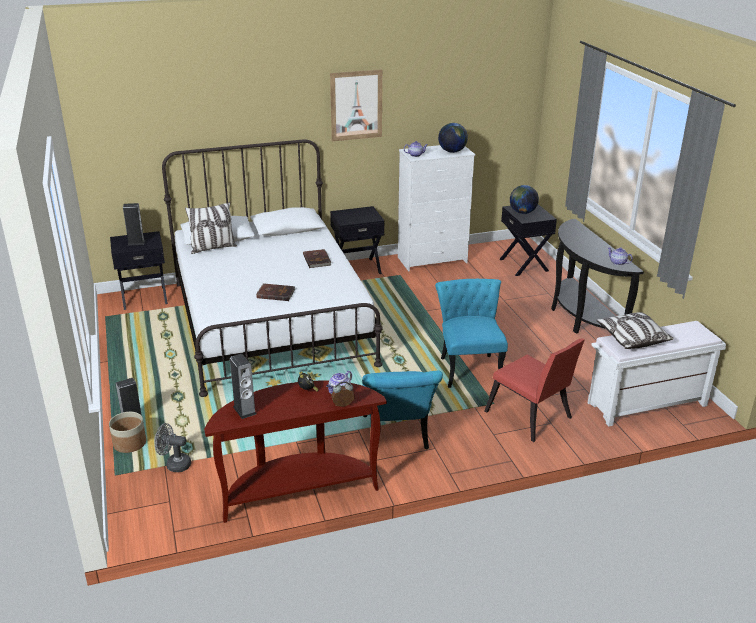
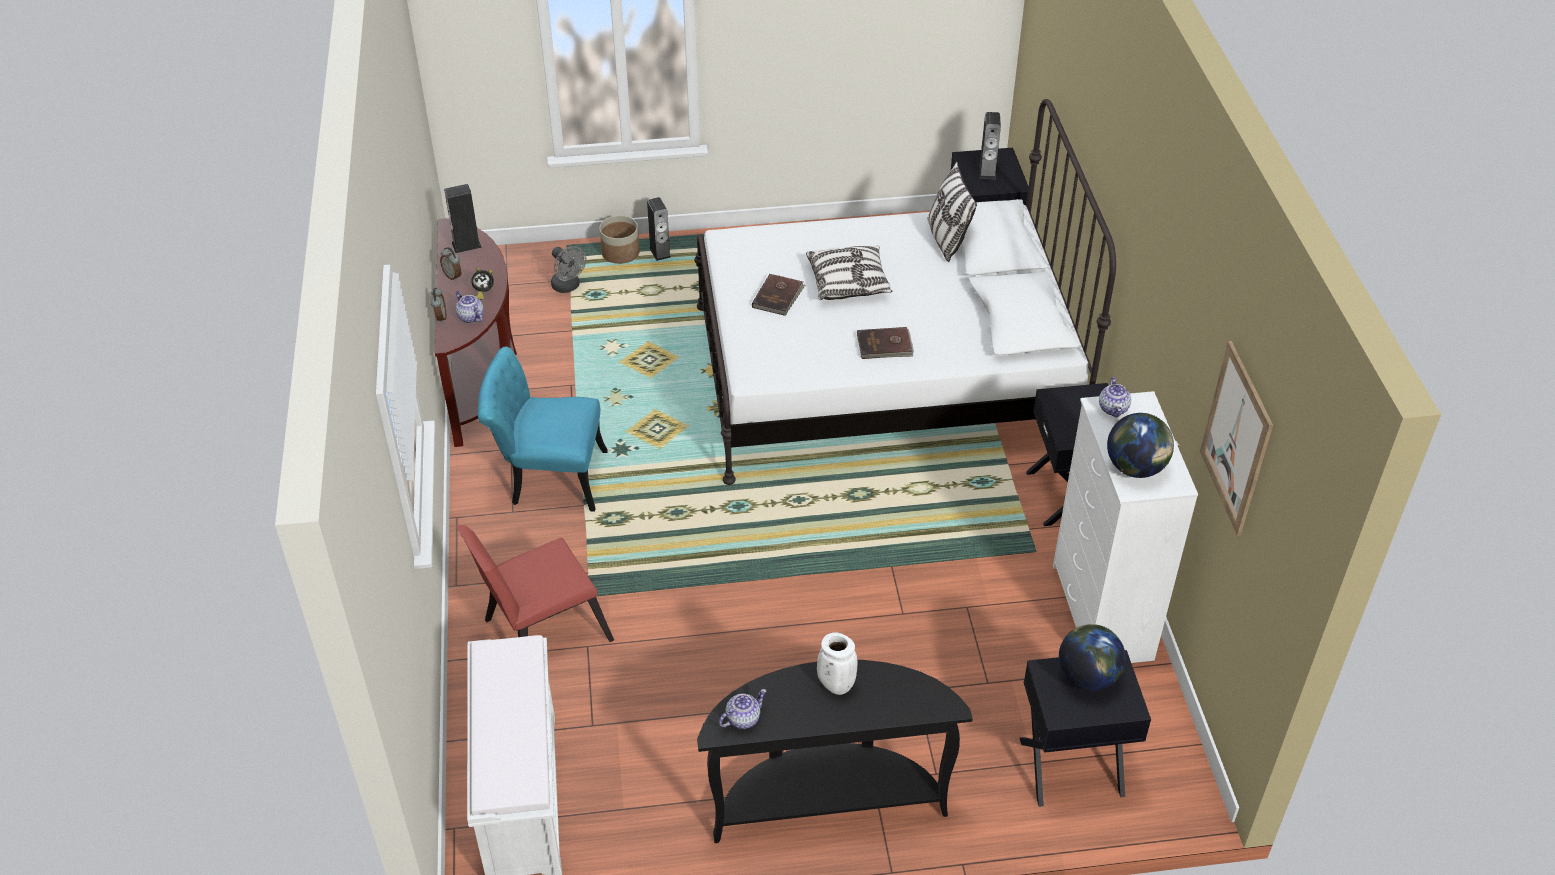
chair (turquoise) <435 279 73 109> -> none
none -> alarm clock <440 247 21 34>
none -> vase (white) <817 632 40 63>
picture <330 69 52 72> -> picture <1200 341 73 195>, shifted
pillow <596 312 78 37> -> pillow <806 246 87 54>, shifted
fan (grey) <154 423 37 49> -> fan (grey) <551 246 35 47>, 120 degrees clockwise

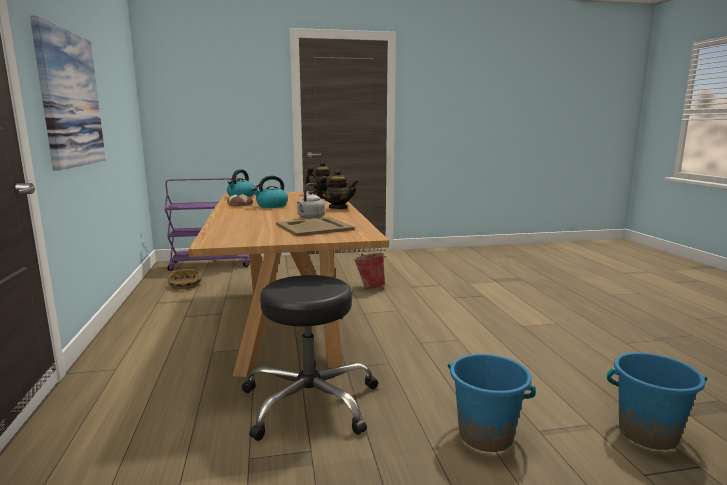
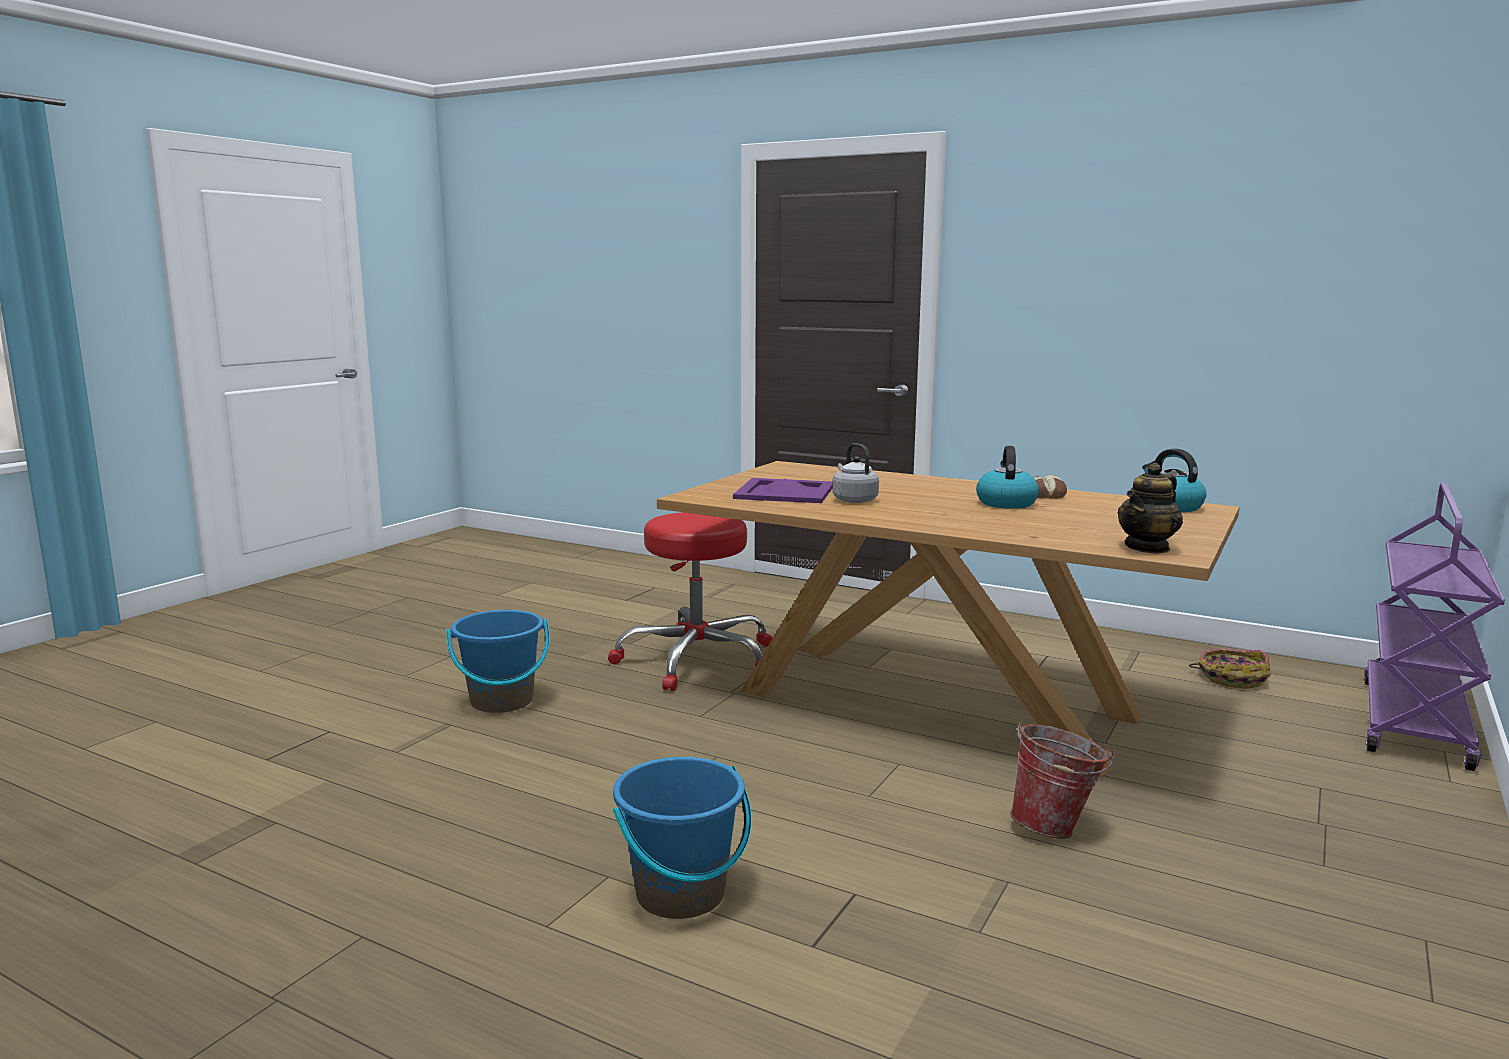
picture <30 15 76 156> -> none
teapot <317 169 41 40> -> none
bucket (blue) <607 352 101 98> -> bucket (blue) <613 757 139 162>, shifted
stool (black) <242 275 136 166> -> stool (red) <608 512 165 179>
tray (beige) <276 217 79 20> -> tray (purple) <733 478 100 25>

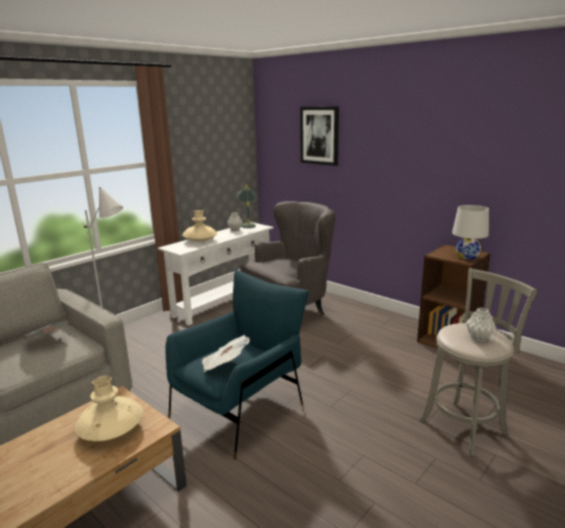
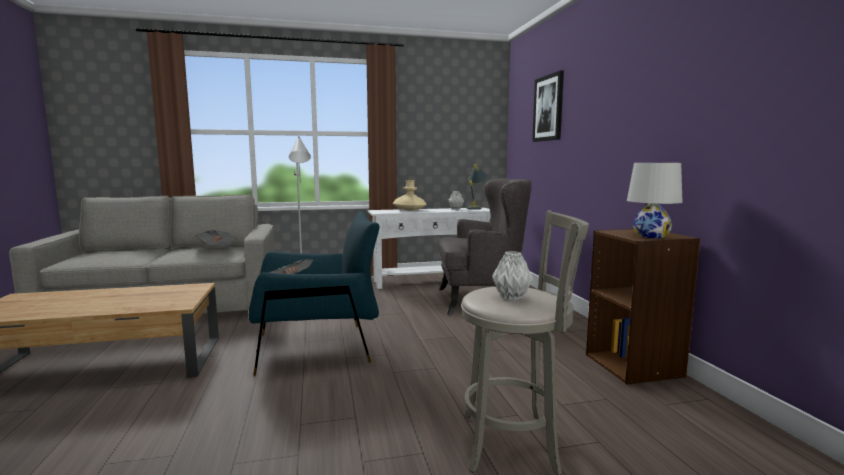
vase (beige) <75 376 68 65> -> none

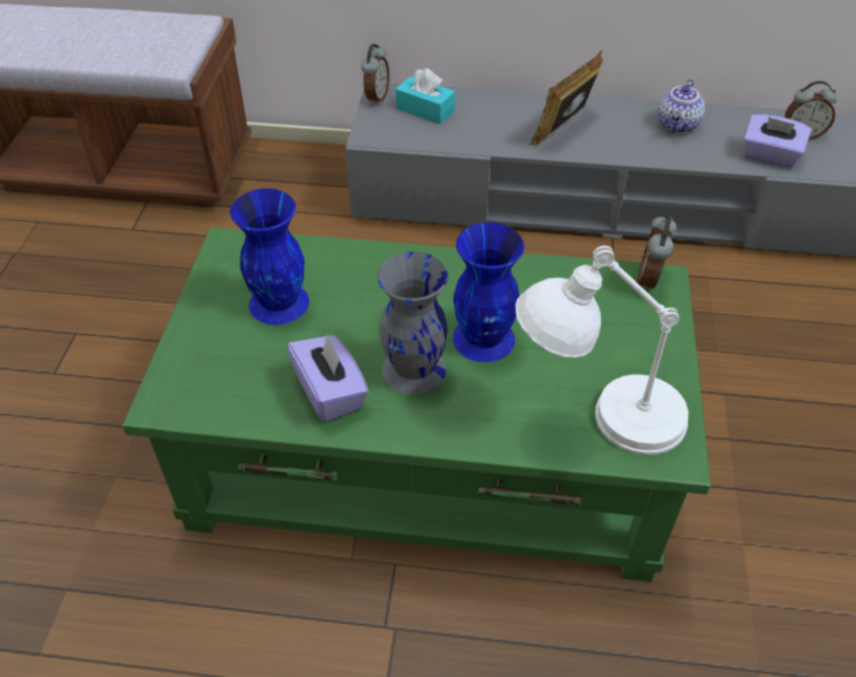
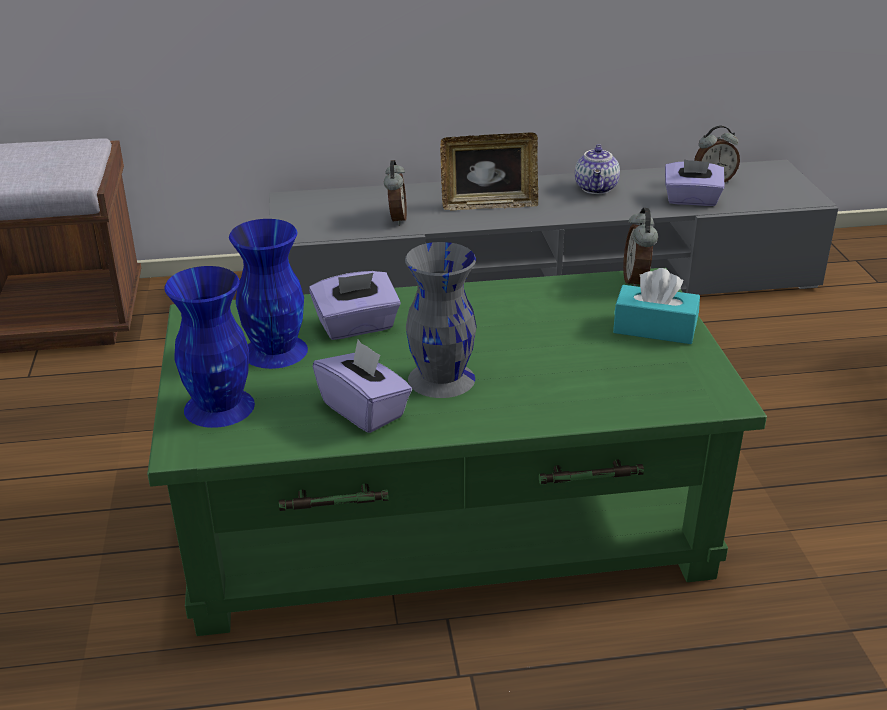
table lamp (white) <516 246 172 209> -> none
none -> tissue box (purple) <309 271 92 69>
alarm clock <361 44 29 61> -> alarm clock <384 160 23 66>, shifted
tissue box (turquoise) <396 68 59 56> -> tissue box (turquoise) <613 268 87 76>, shifted
vase (blue) <453 222 71 140> -> vase (blue) <164 266 91 162>, shifted
picture frame <529 51 74 94> -> picture frame <440 133 98 77>, 120 degrees counterclockwise

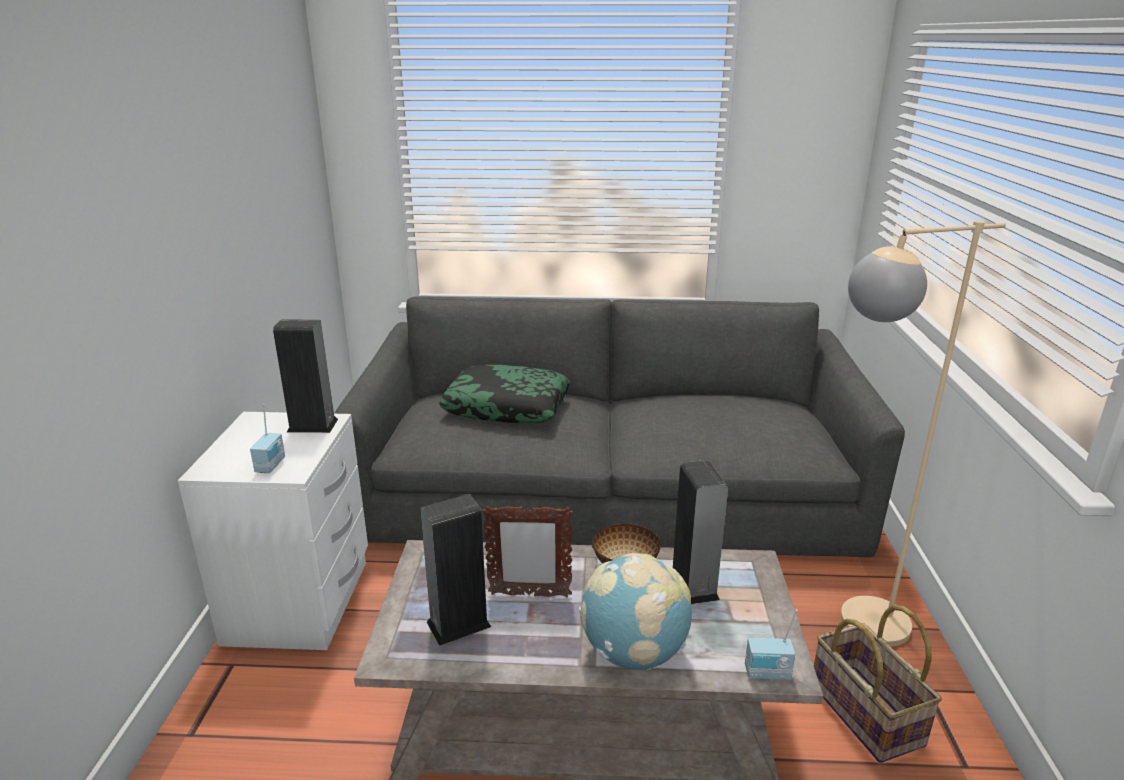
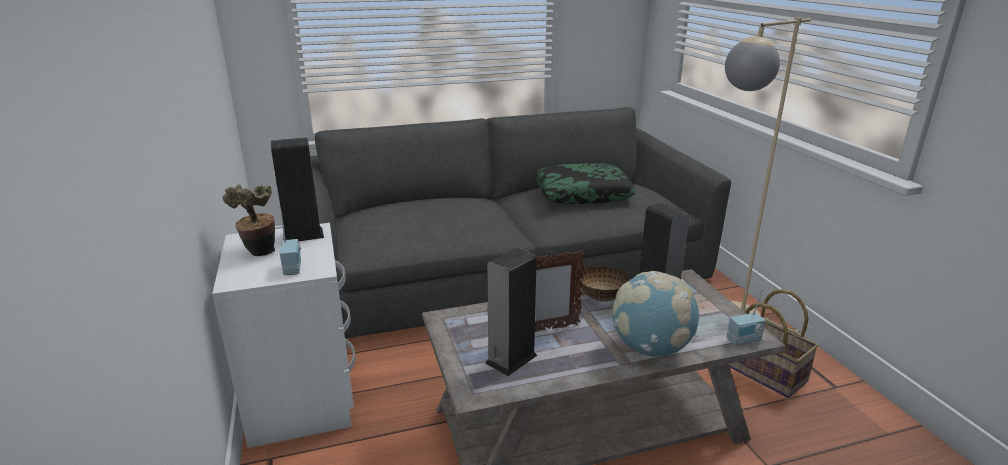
none -> potted plant <223 184 52 72>
pillow <439 365 131 58> -> pillow <535 163 101 41>, shifted

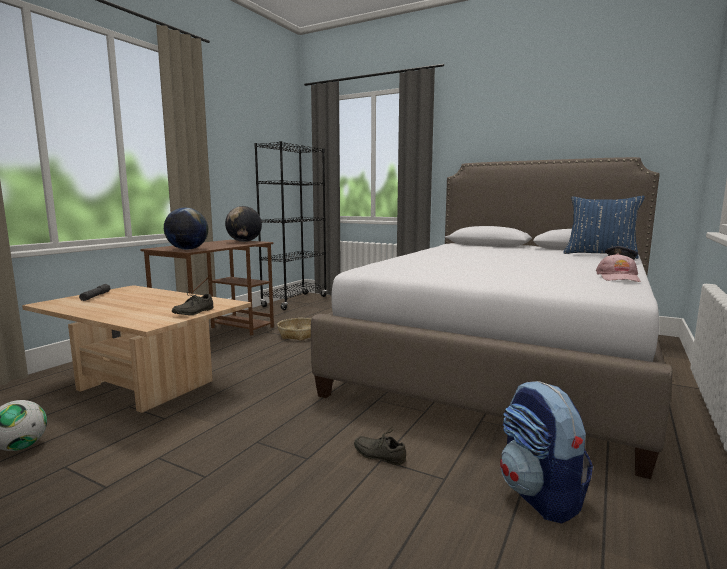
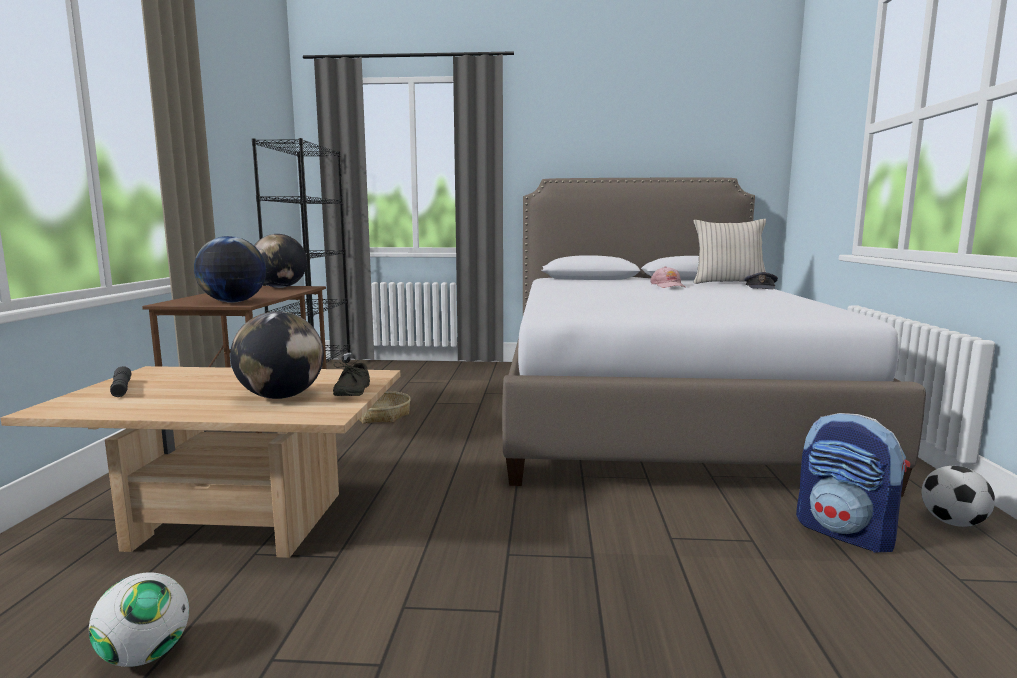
shoe (grey) <354 426 52 39> -> none
none -> globe <230 311 94 88>
none -> football <922 466 73 61>
cap (pink) <596 254 45 28> -> cap (pink) <650 267 35 21>, shifted
pillow (blue) <563 196 82 63> -> pillow (beige) <693 219 73 65>

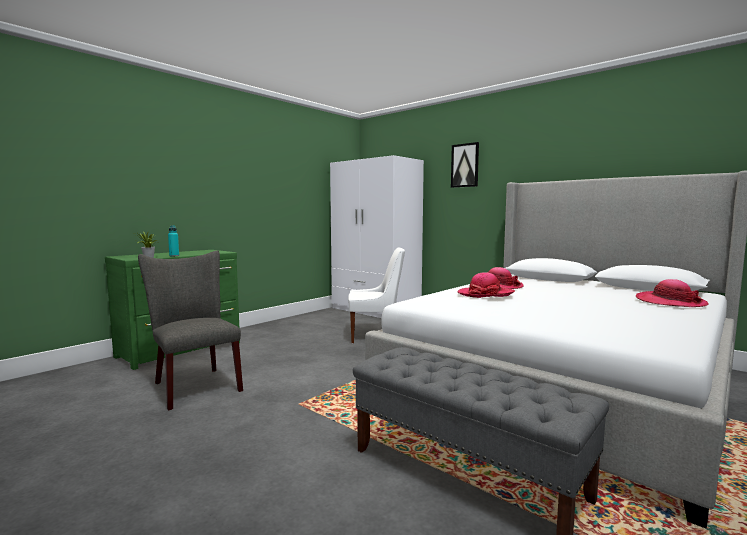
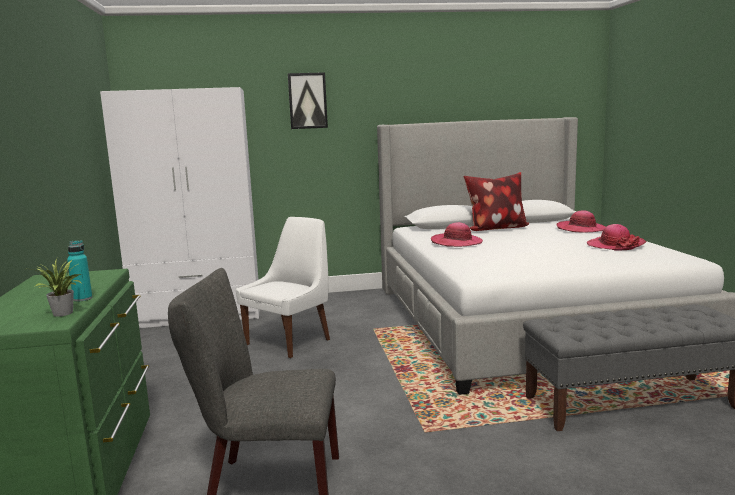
none -> pillow <463 172 66 59>
hat <457 272 58 26> -> hat <587 224 59 27>, shifted

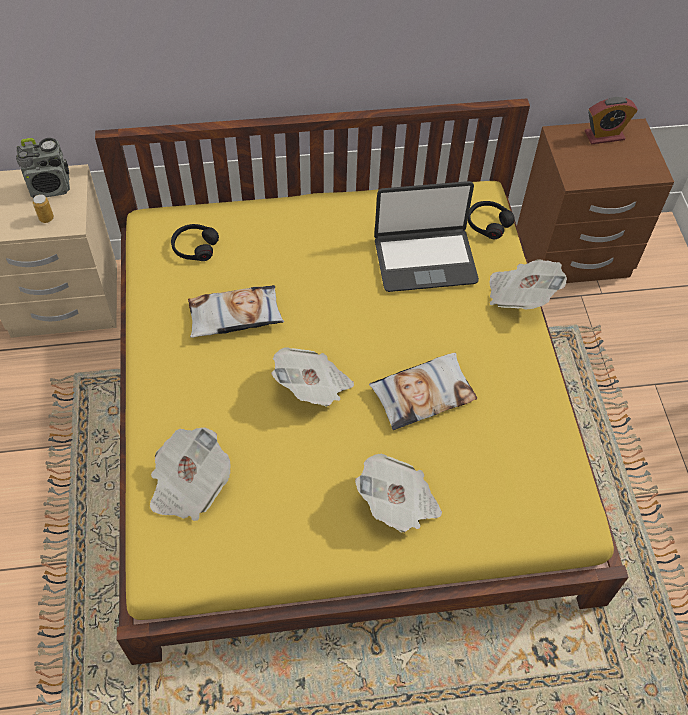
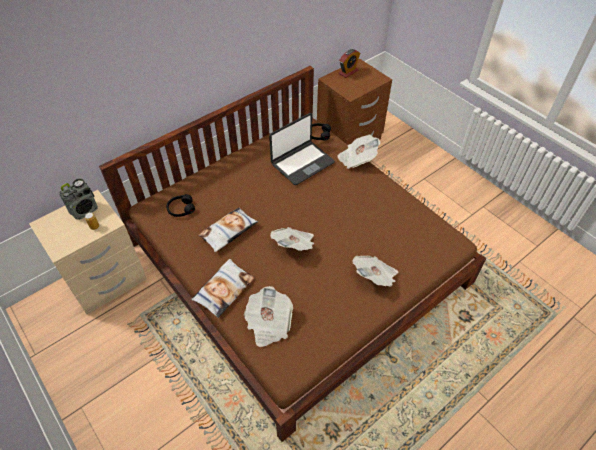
pillow <369 353 108 77> -> pillow <191 259 64 59>, shifted
bed (yellow) <95 98 534 567> -> bed (brown) <99 66 387 376>

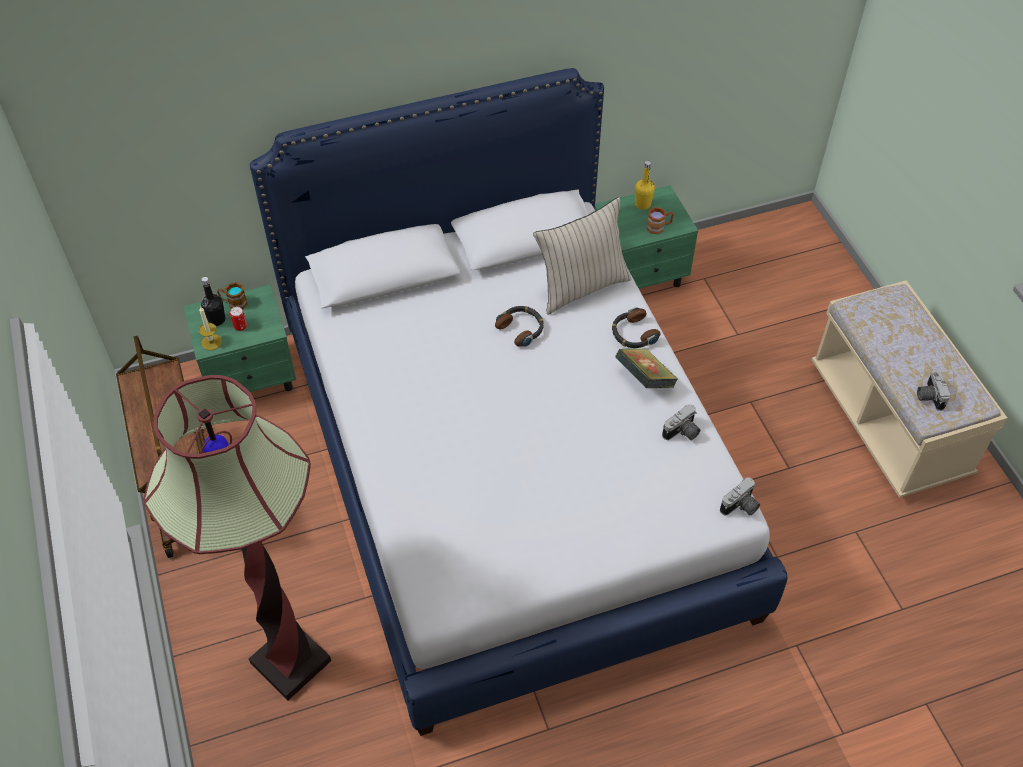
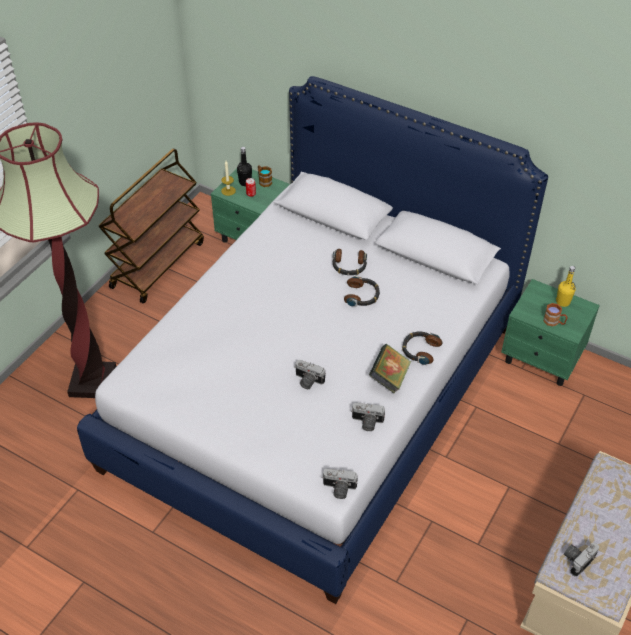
pillow (beige) <533 197 98 118> -> none
none -> photo camera <294 360 32 29>
none -> headphones <333 249 34 26>

